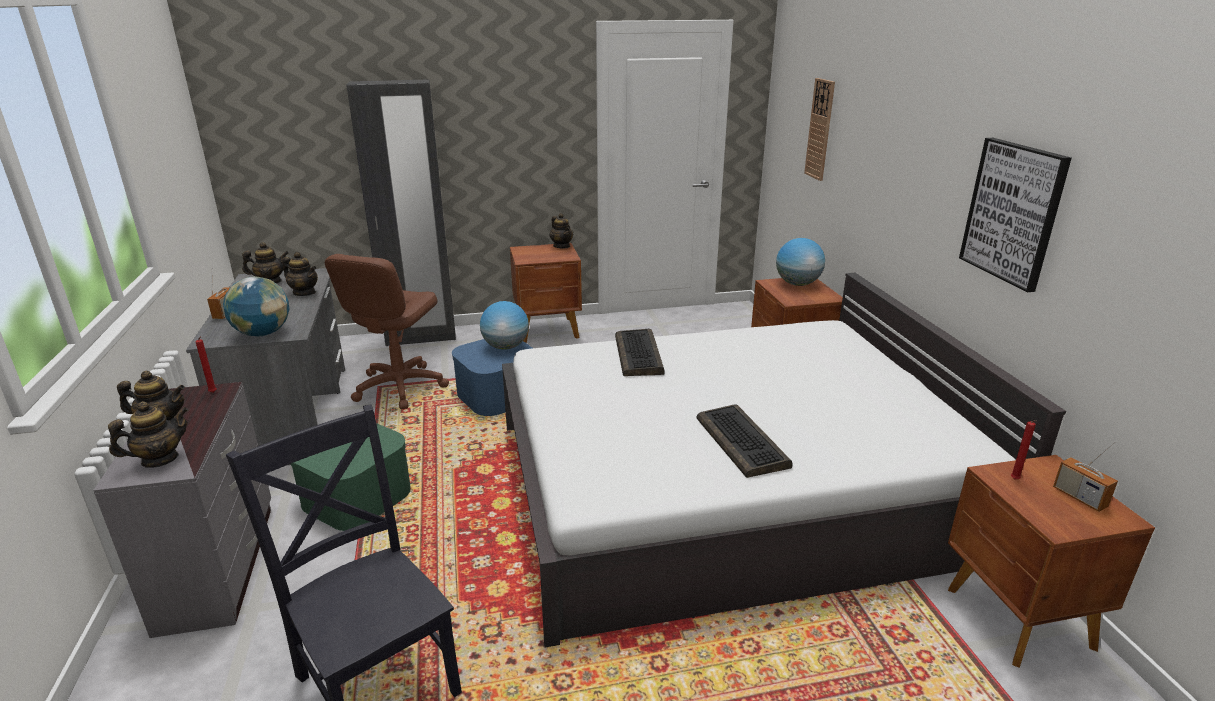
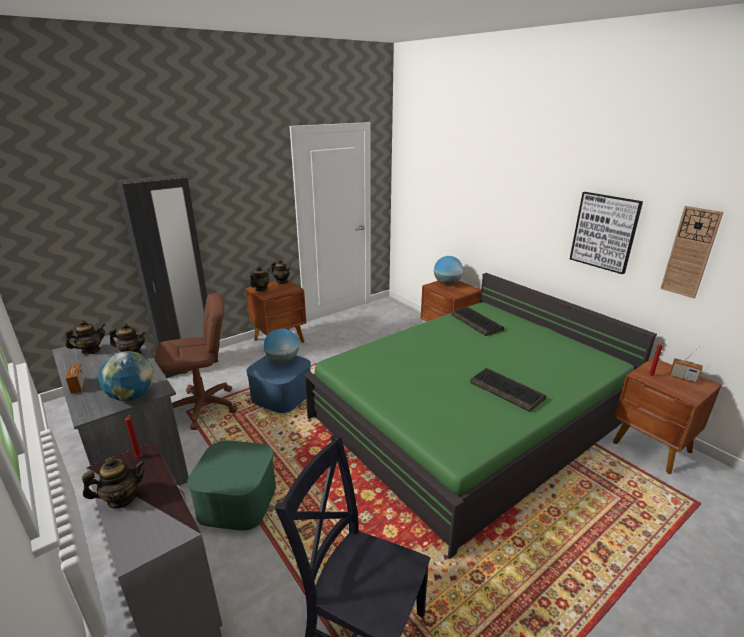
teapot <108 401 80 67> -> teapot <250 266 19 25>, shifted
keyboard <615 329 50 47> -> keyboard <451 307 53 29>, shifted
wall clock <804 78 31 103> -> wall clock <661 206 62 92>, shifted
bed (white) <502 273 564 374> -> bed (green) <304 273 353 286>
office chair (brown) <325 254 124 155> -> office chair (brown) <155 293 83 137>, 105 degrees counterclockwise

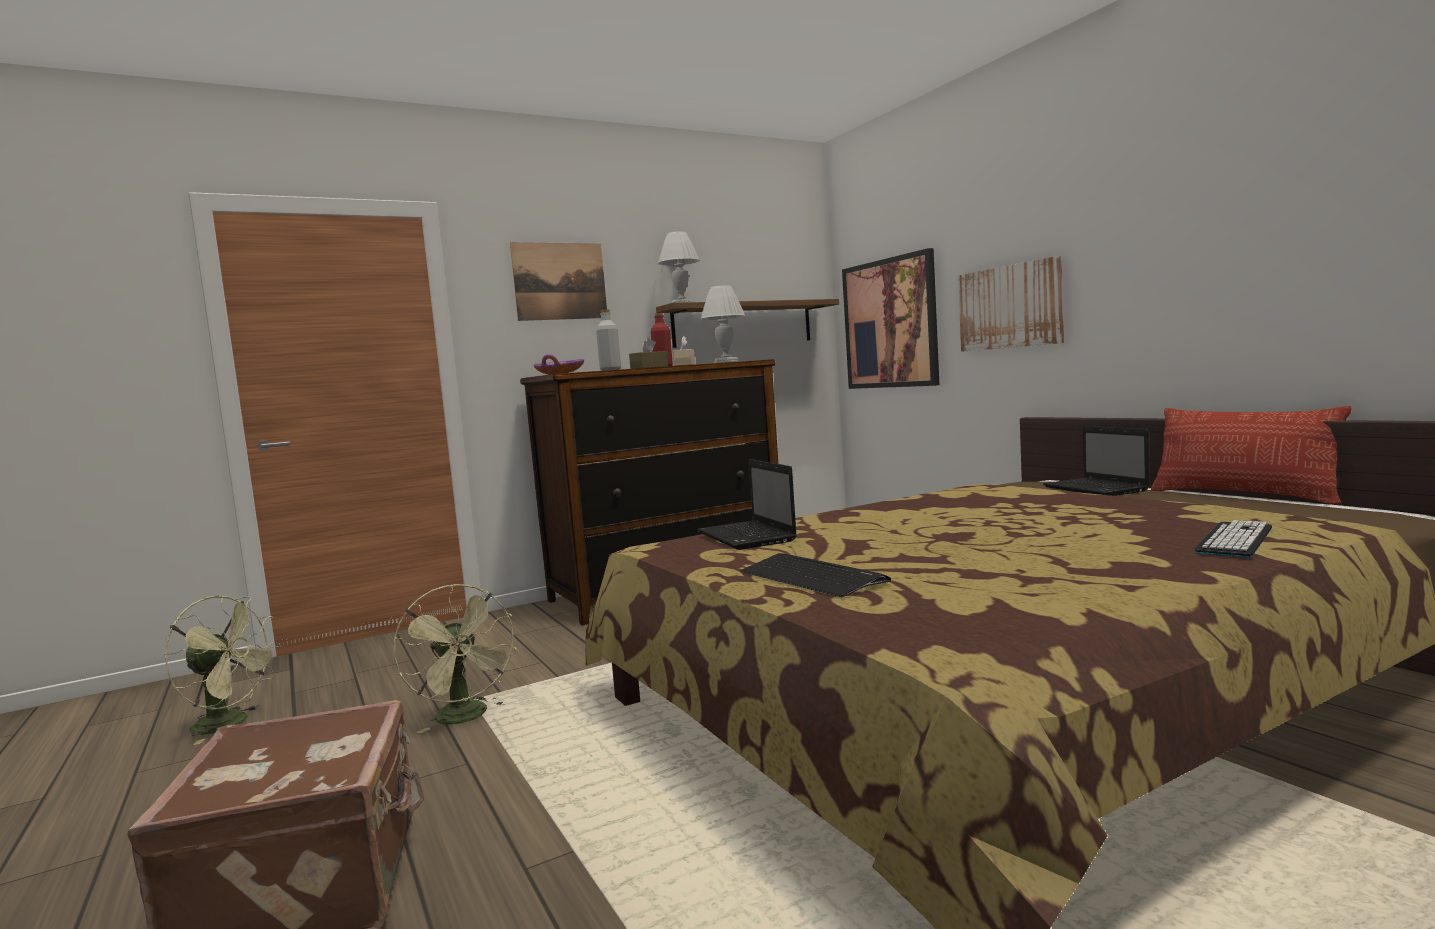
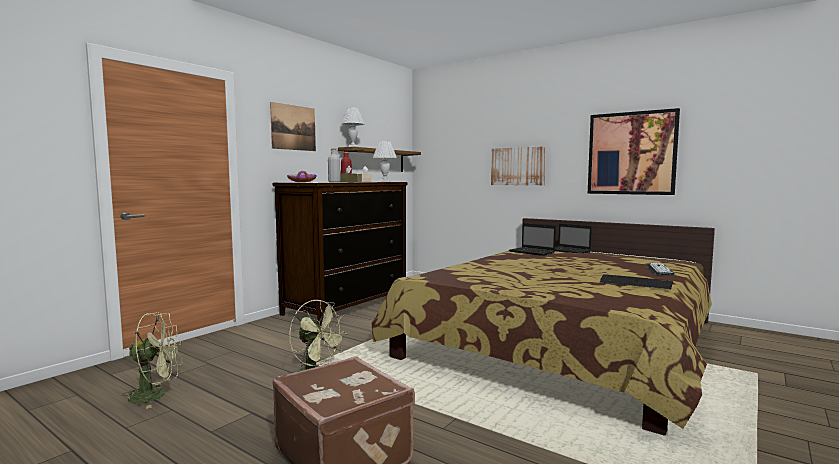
pillow <1151 406 201 98> -> none
laptop <697 459 100 91> -> laptop <509 223 47 33>, shifted
keyboard <740 553 151 44> -> keyboard <600 274 73 15>, shifted
picture <842 248 97 141> -> picture <588 108 92 87>, shifted

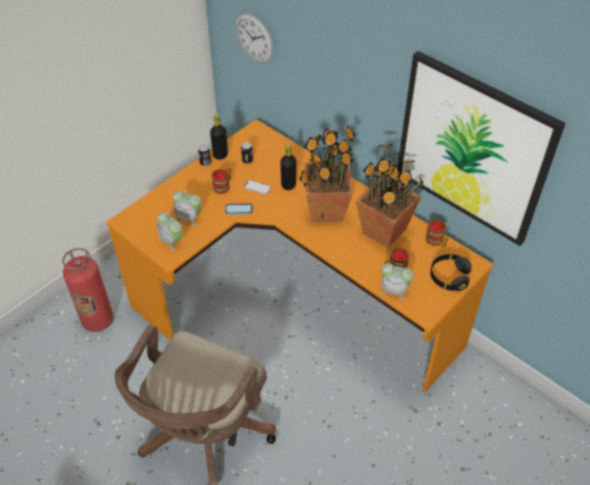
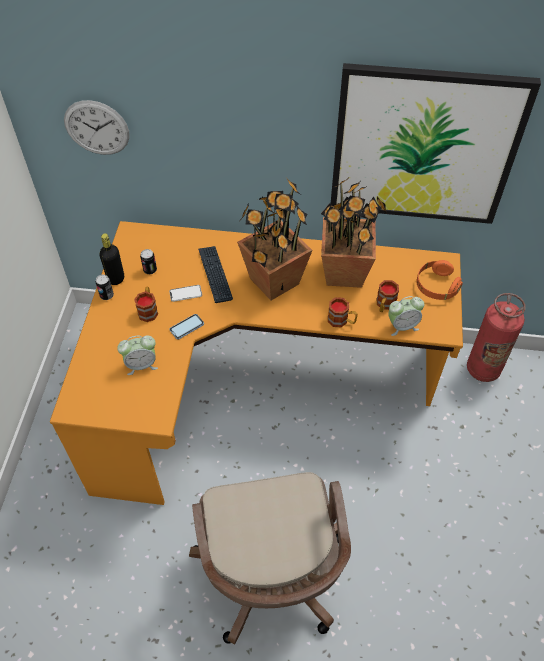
alarm clock <157 212 26 40> -> none
fire extinguisher <62 248 51 84> -> fire extinguisher <467 293 59 89>, shifted
mug <426 219 22 28> -> mug <328 297 30 30>, shifted
bottle (black) <280 144 16 46> -> keyboard <198 246 35 57>
headphones (black) <430 254 41 37> -> headphones (orange) <416 260 47 40>

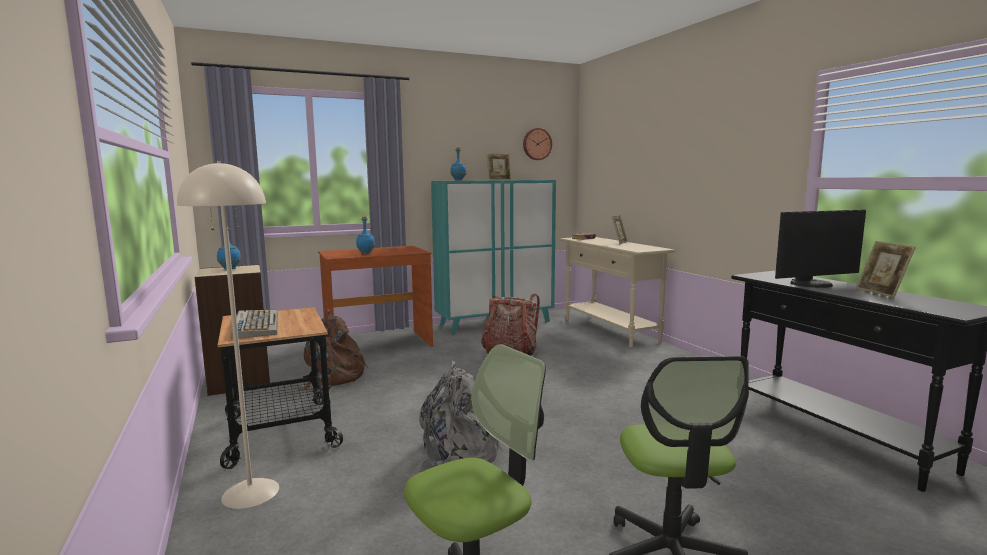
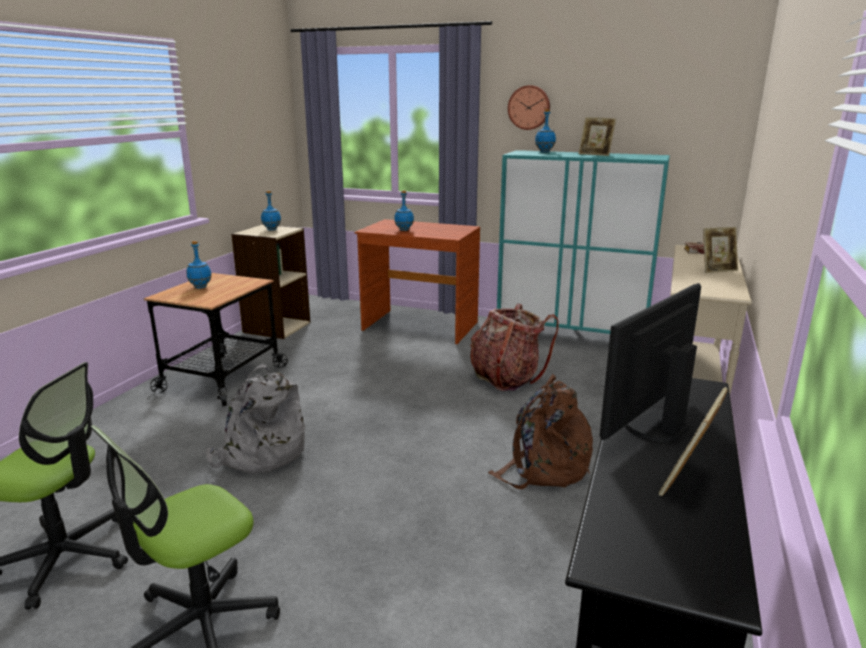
floor lamp (beige) <177 161 102 348> -> none
backpack (brown) <298 309 70 82> -> backpack (brown) <488 374 105 115>, shifted
wall clock <523 128 29 32> -> wall clock <508 85 42 45>, shifted
keyboard <231 310 47 29> -> bottle (blue) <187 241 25 47>
monitor <775 210 91 78> -> monitor <600 283 101 159>, 105 degrees clockwise

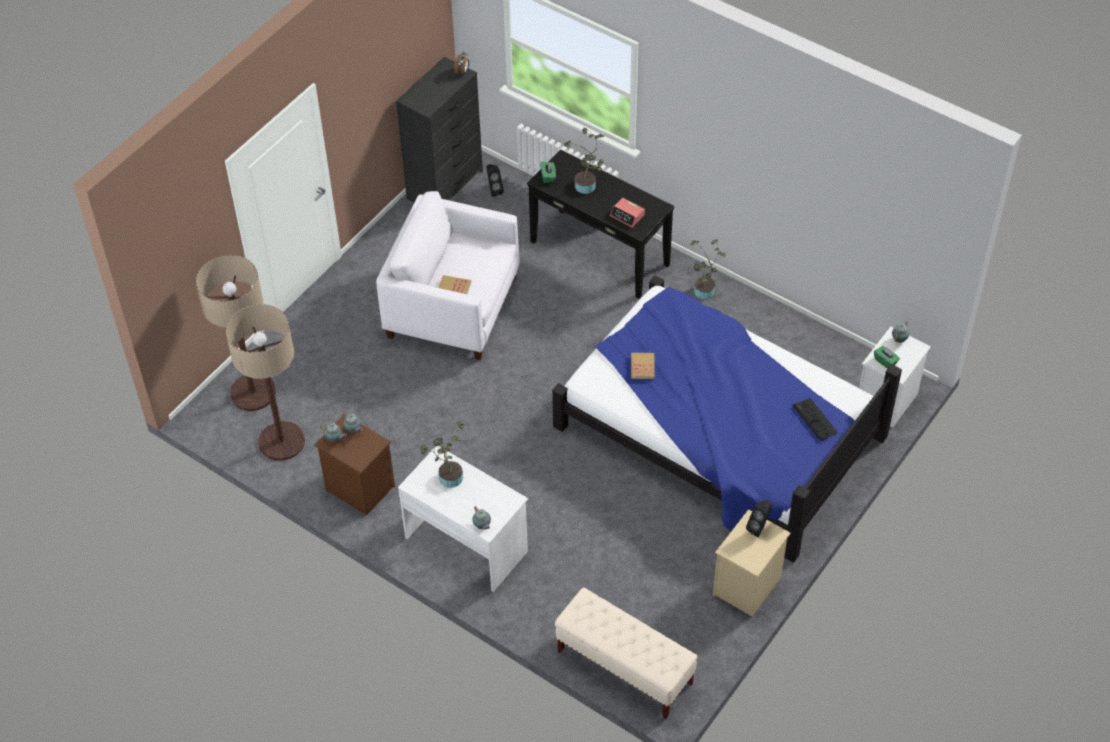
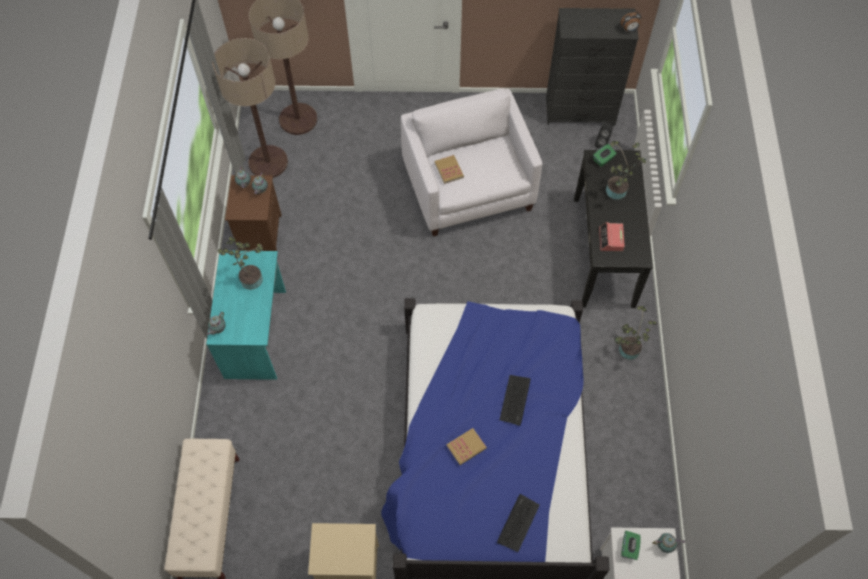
speaker (black) <746 500 26 37> -> none
none -> keyboard <500 375 30 51>
book <631 353 24 26> -> book <447 428 40 37>, shifted
desk (white) <398 446 130 146> -> desk (turquoise) <206 250 80 130>

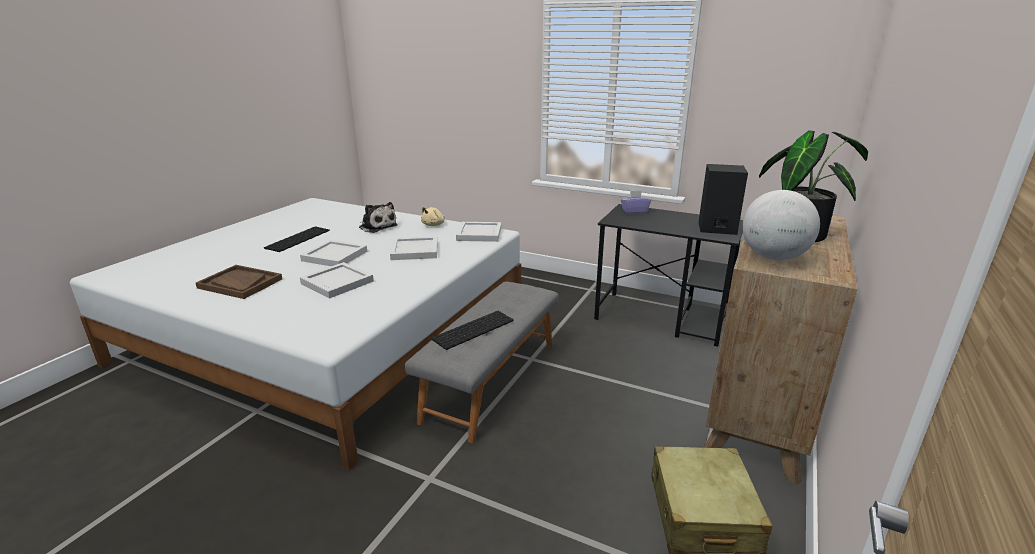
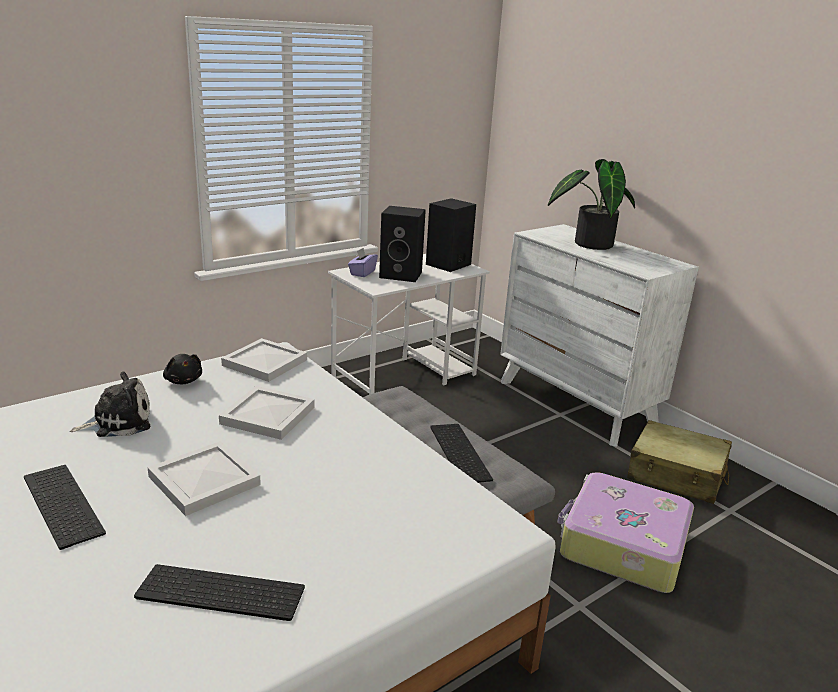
tray (white) <300 262 74 37> -> none
globe <742 190 78 70> -> none
none -> speaker (black) <379 206 47 76>
none -> suitcase <558 472 136 121>
tray (brown) <196 265 86 34> -> keyboard <134 564 171 57>
plush toy (beige) <421 206 24 20> -> plush toy (black) <163 354 39 30>
desk (black) <594 204 149 143> -> desk (white) <328 254 162 141>
dresser (brown) <704 216 153 269> -> dresser (white) <500 224 199 223>

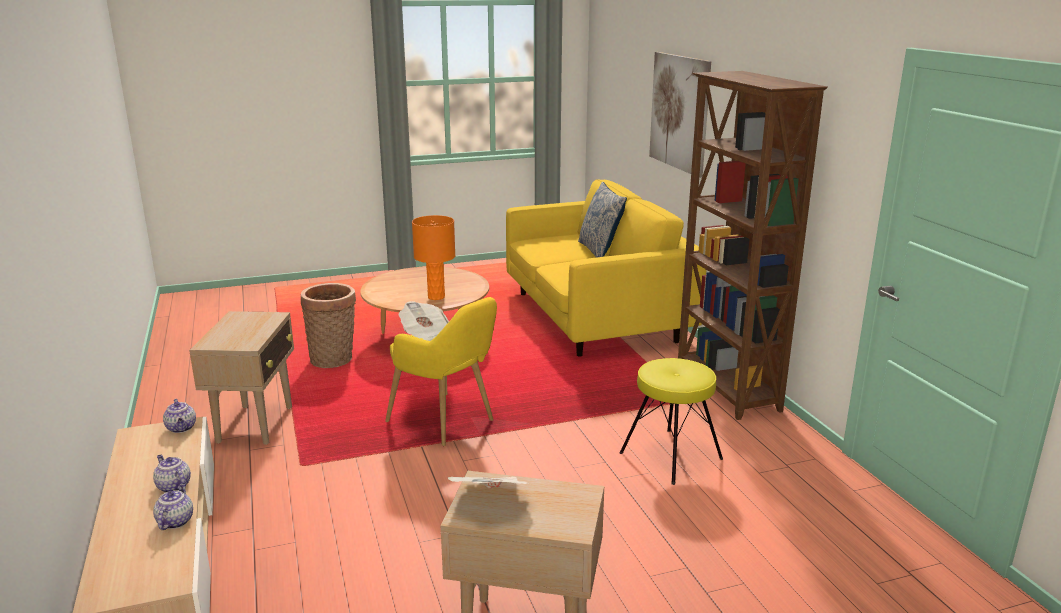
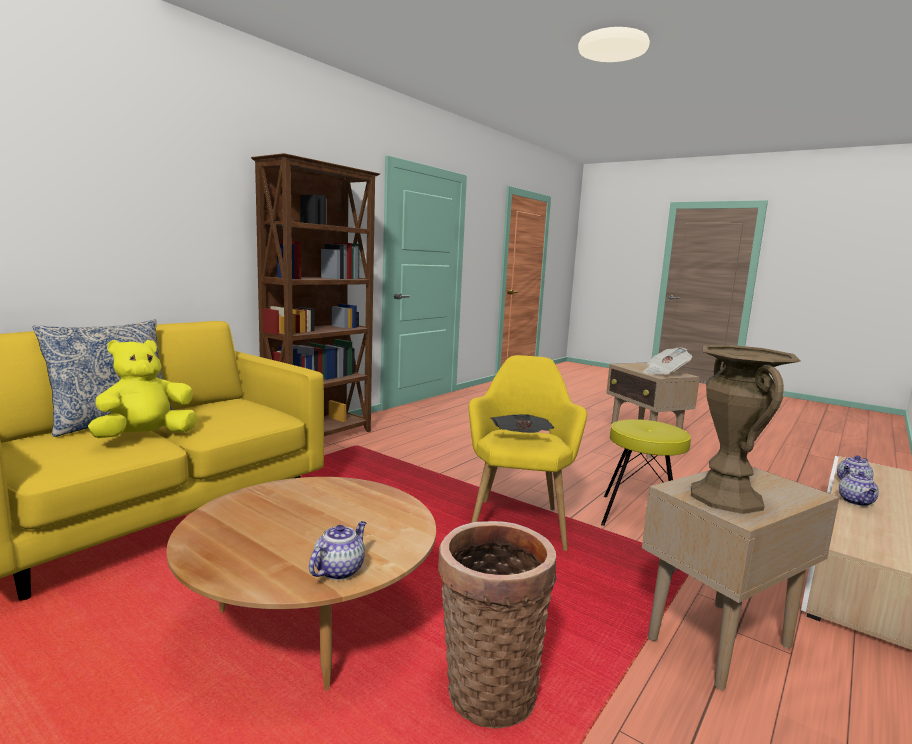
table lamp (orange) <412 215 43 85> -> none
picture <649 52 62 126> -> none
none -> plush toy (yellow) <88 340 109 98>
none -> vase (brown) <691 345 110 169>
teapot <163 399 33 34> -> teapot <309 521 58 59>, shifted
stool (yellow) <620 358 103 127> -> stool (yellow) <601 419 90 107>, shifted

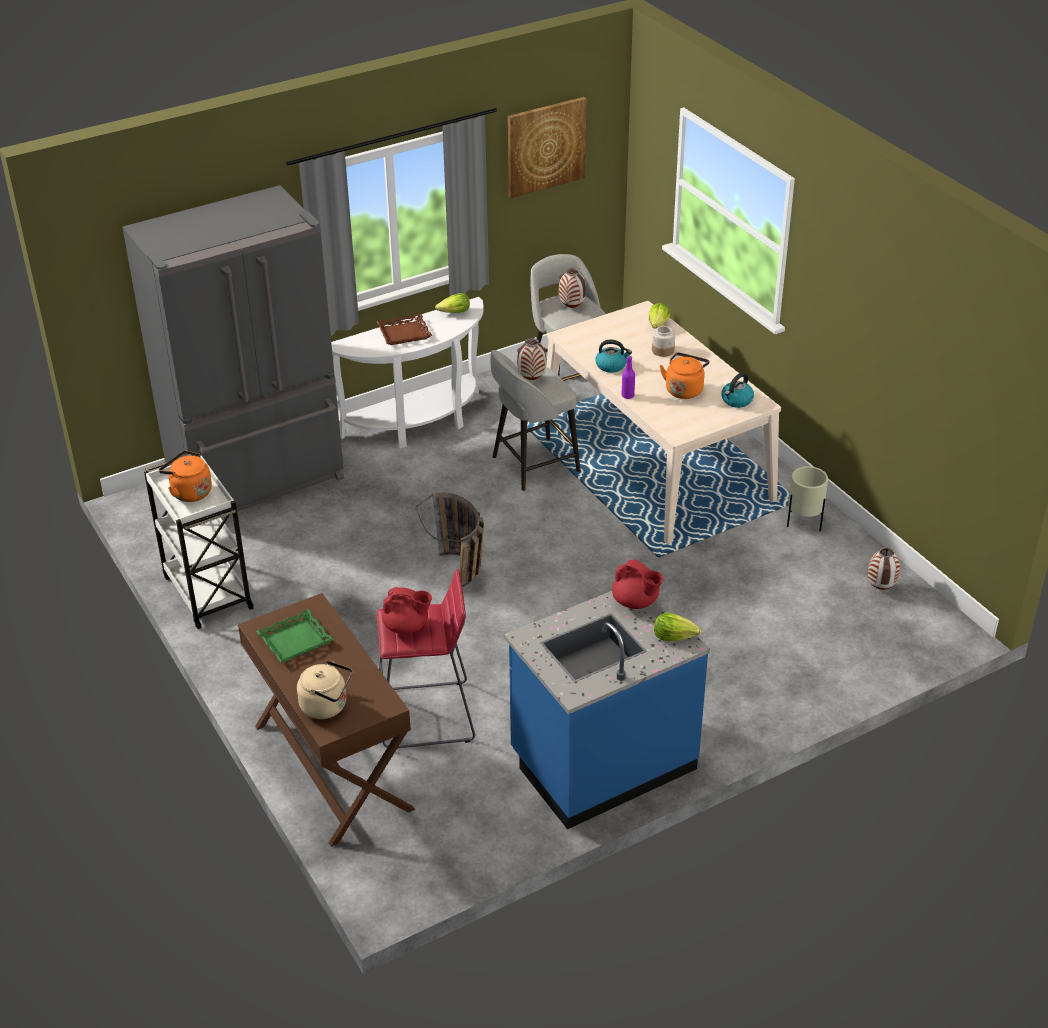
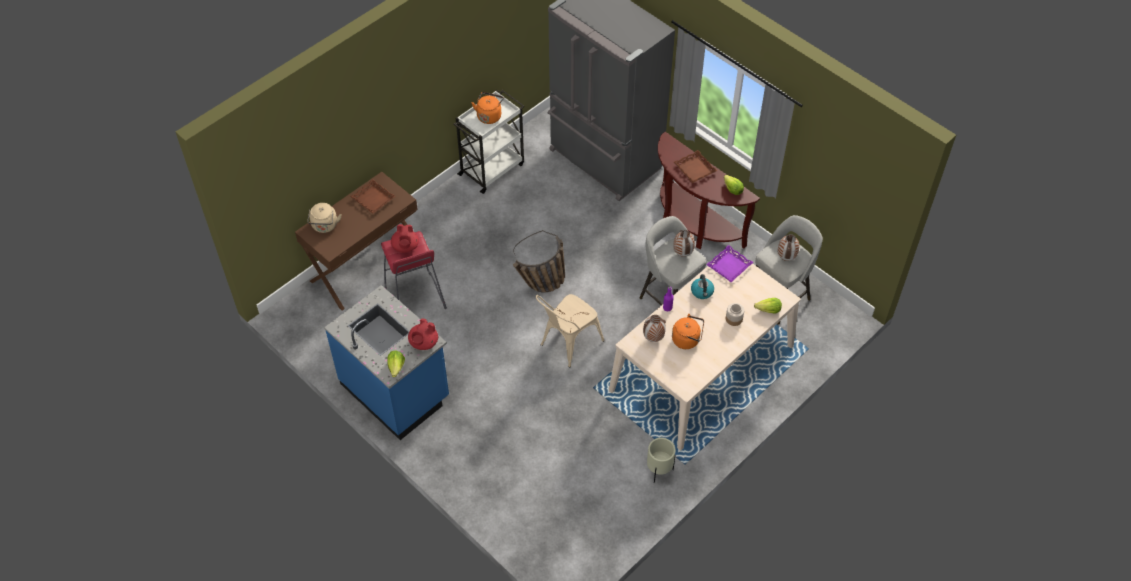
picture <508 97 79 101> -> none
kettle <722 373 32 35> -> none
none -> chair (beige) <536 294 68 74>
none -> tray (purple) <706 245 47 37>
vase <867 547 33 43> -> vase <643 315 23 27>, shifted
tray (green) <256 609 78 53> -> tray (brown) <350 179 45 35>
console table (white) <331 297 153 151> -> console table (brown) <658 132 102 117>

